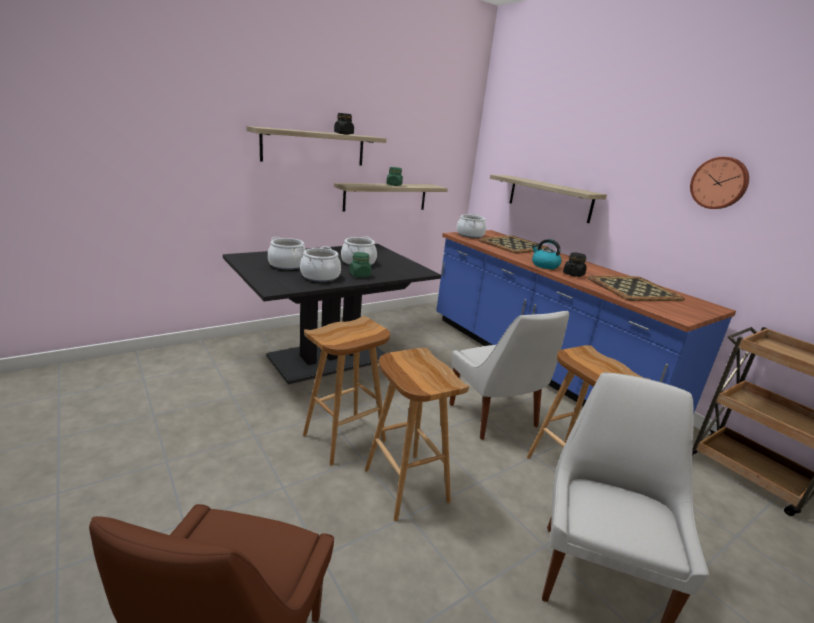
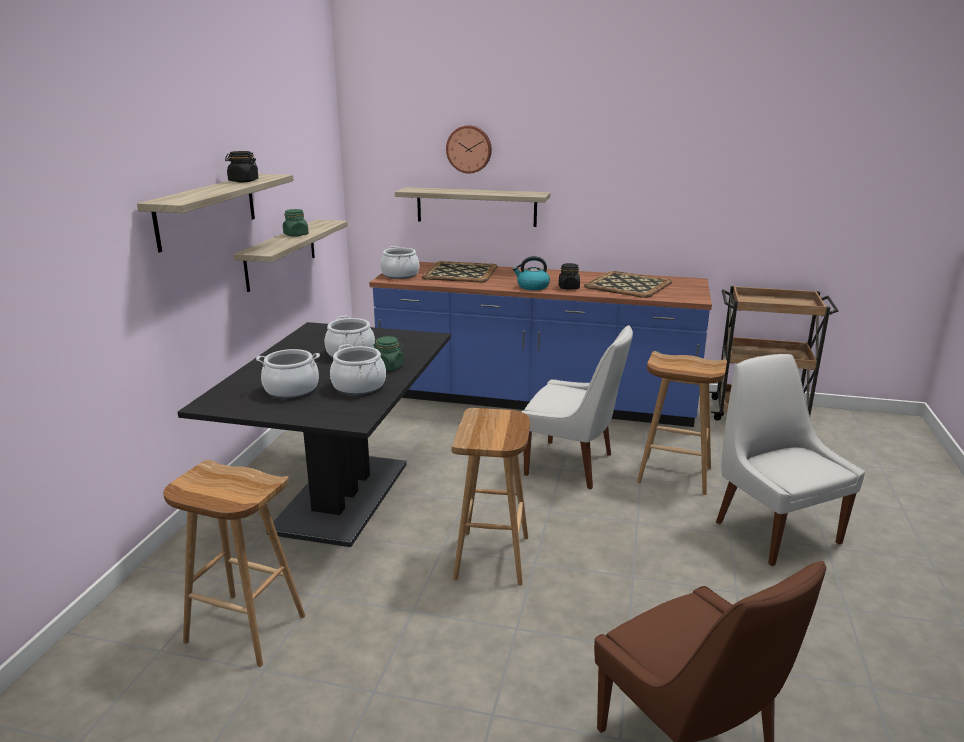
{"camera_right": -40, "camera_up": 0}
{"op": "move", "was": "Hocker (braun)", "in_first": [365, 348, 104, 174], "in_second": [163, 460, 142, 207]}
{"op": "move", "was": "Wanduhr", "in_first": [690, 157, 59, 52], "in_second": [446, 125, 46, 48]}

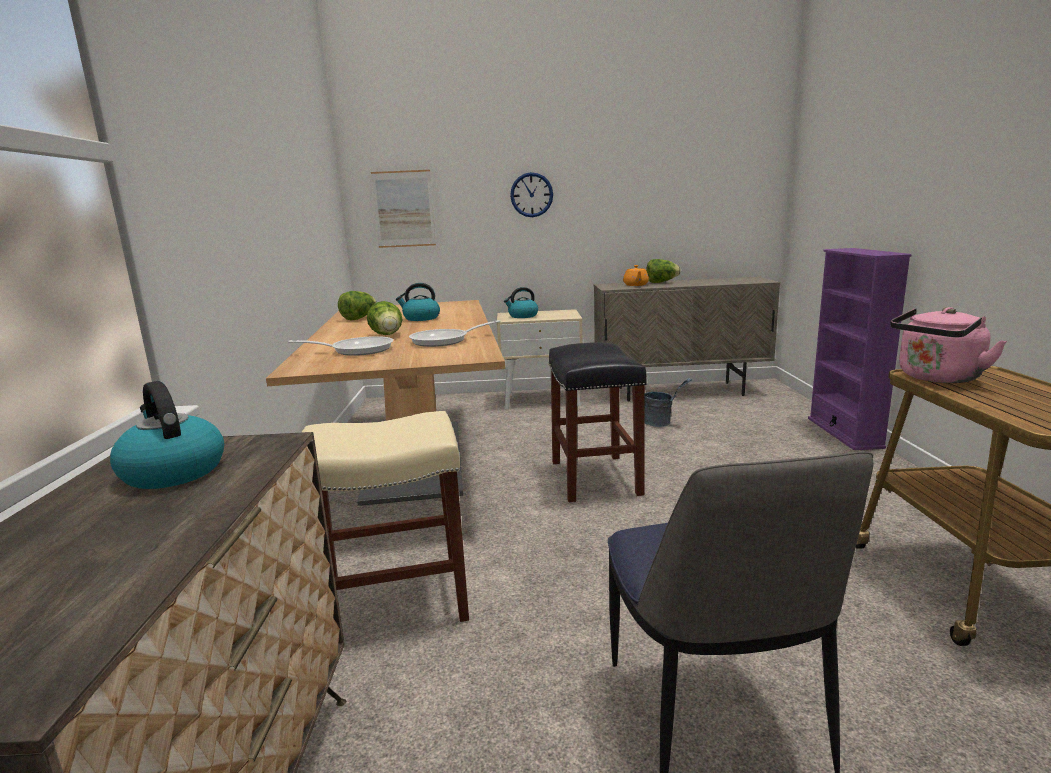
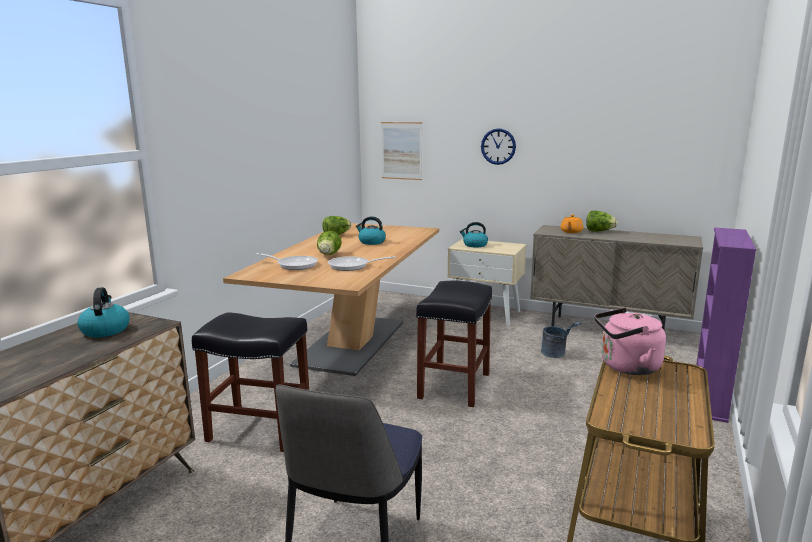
{"camera_right": 25, "camera_up": 0}
{"op": "recolor", "was": "Hocker (beige)", "now": "Hocker (schwarz)", "in_first": [301, 411, 168, 211], "in_second": [192, 312, 117, 140]}

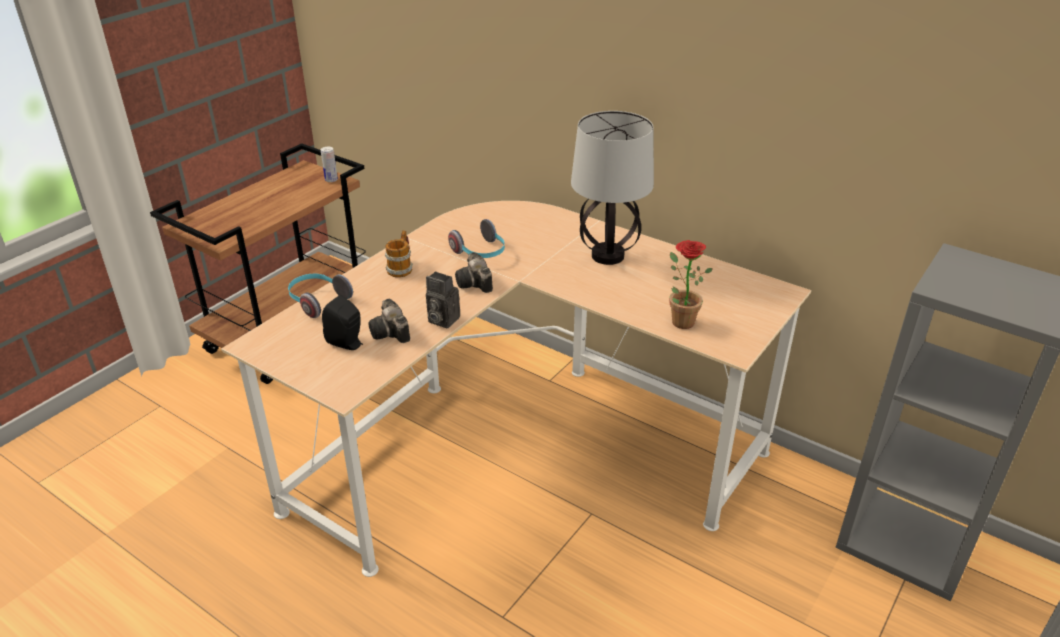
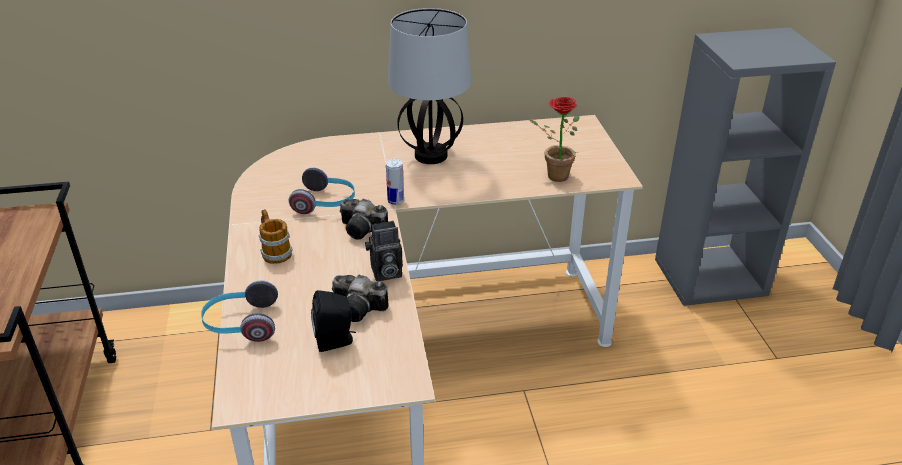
{"camera_right": -45, "camera_up": 0}
{"op": "move", "was": "Dose", "in_first": [321, 147, 17, 35], "in_second": [386, 159, 18, 46]}

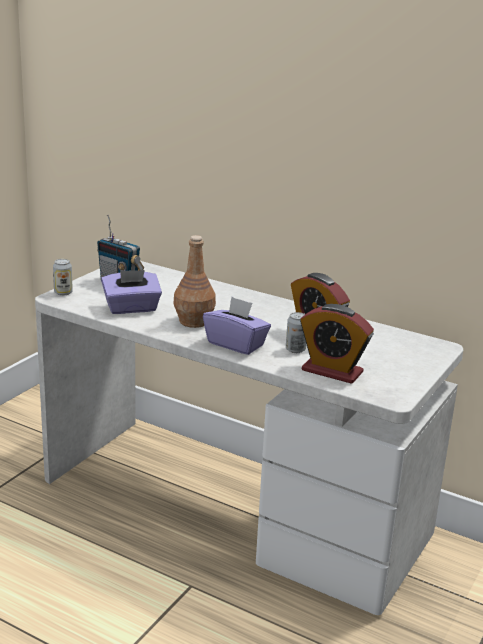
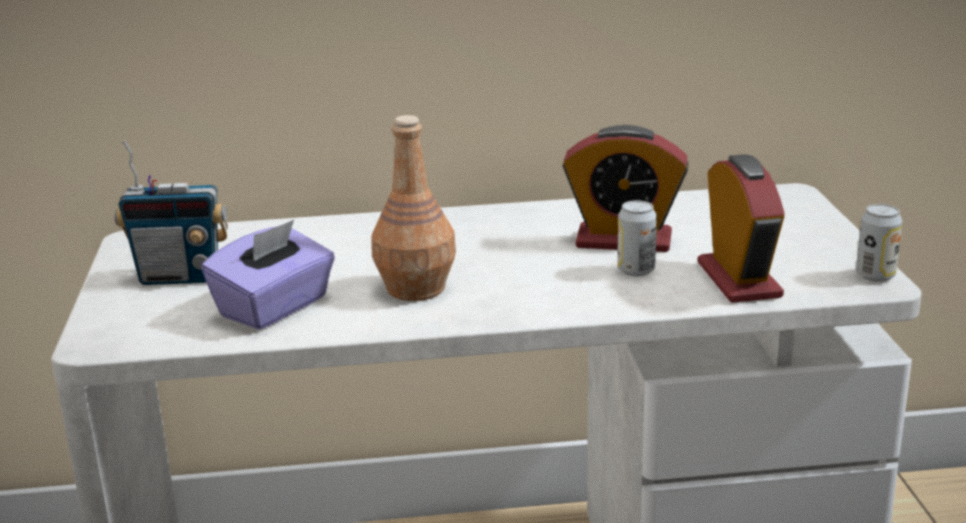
{"camera_right": -35, "camera_up": 0}
{"op": "rotate", "was": "Wecker", "in_first": [300, 304, 74, 80], "in_second": [697, 154, 88, 149], "clockwise": -90}
{"op": "move", "was": "Dose", "in_first": [53, 259, 20, 37], "in_second": [856, 204, 46, 78]}
{"op": "delete", "was": "Taschentuchbox (lila)", "in_first": [203, 297, 68, 58]}

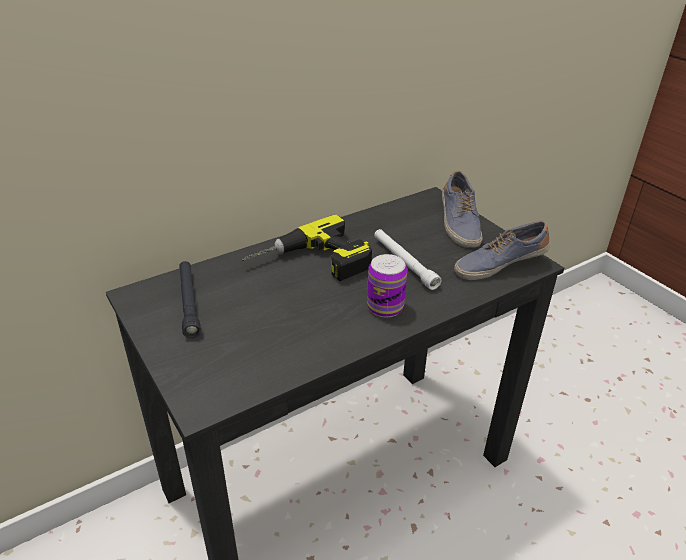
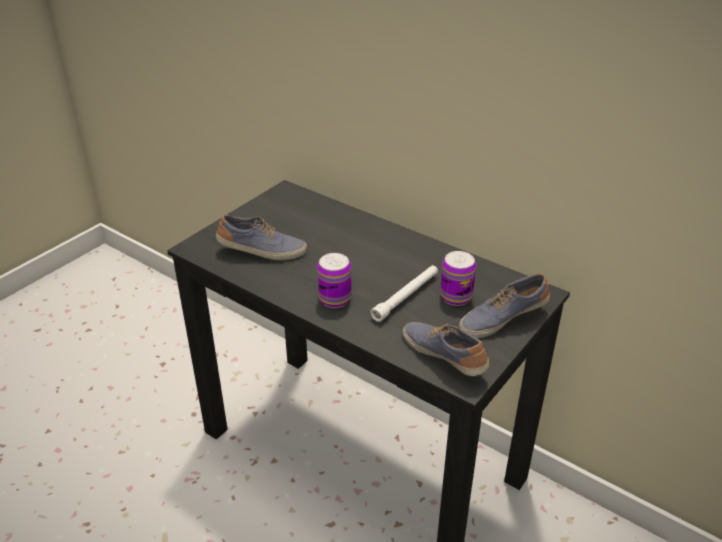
{"camera_right": 70, "camera_up": 0}
{"op": "insert", "now": "Schuh", "in_second": [216, 215, 91, 45]}
{"op": "insert", "now": "Dose", "in_second": [440, 251, 36, 55]}
{"op": "delete", "was": "Taschenlampe (schwarz)", "in_first": [179, 261, 22, 77]}
{"op": "delete", "was": "Bohrmaschine", "in_first": [242, 215, 130, 66]}

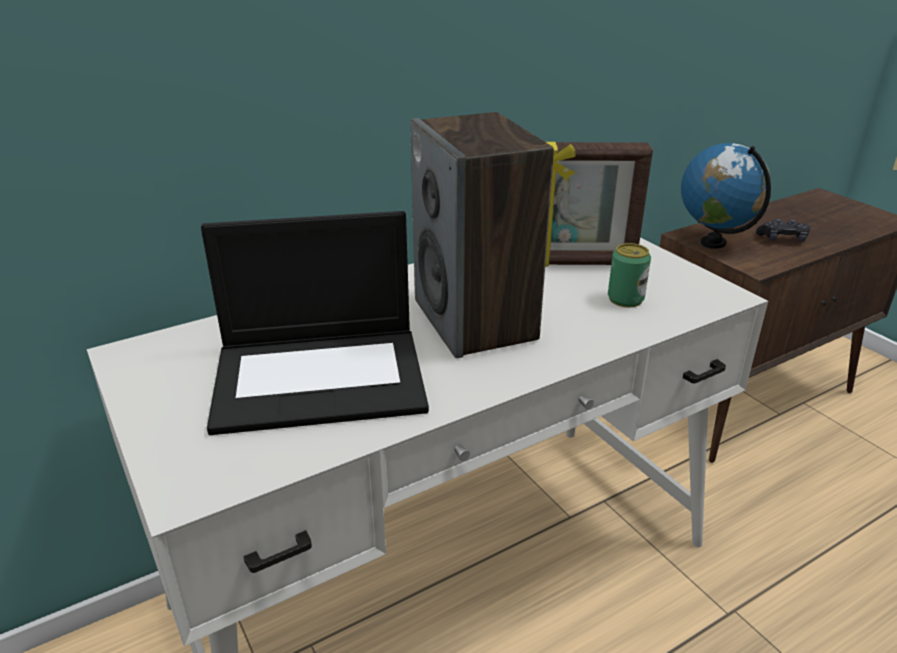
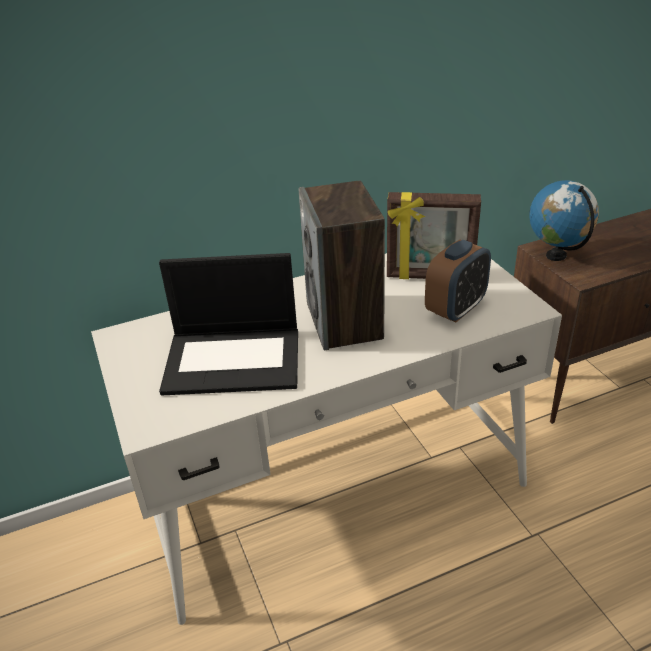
{"camera_right": 10, "camera_up": 5}
{"op": "replace", "was": "Dose", "now": "Wecker", "in_first": [608, 243, 43, 64], "in_second": [425, 240, 66, 82]}
{"op": "delete", "was": "Gamepad (schwarz)", "in_first": [756, 219, 54, 23]}

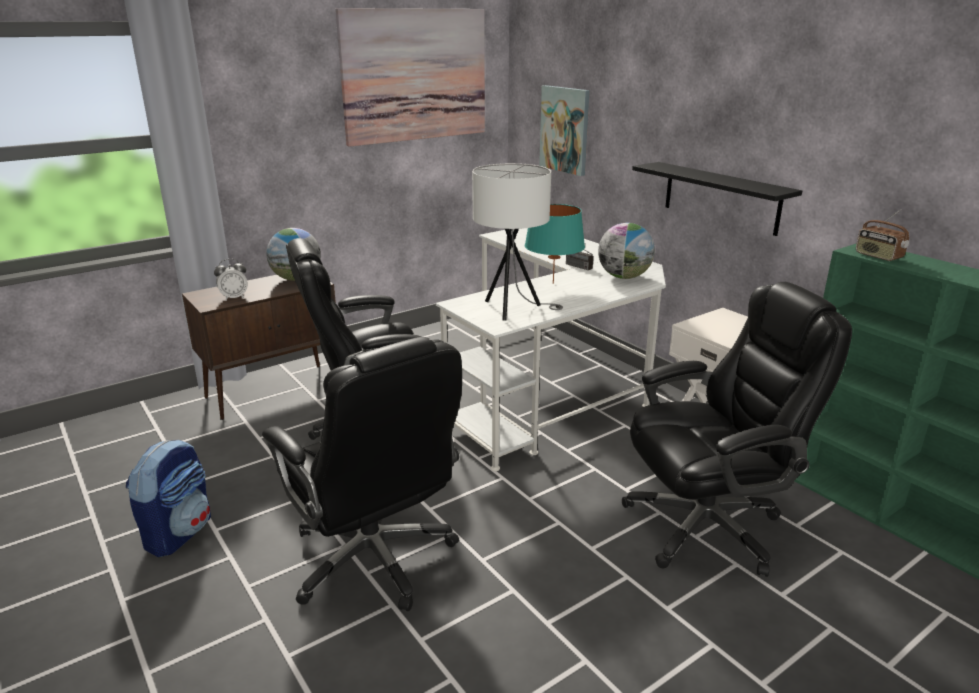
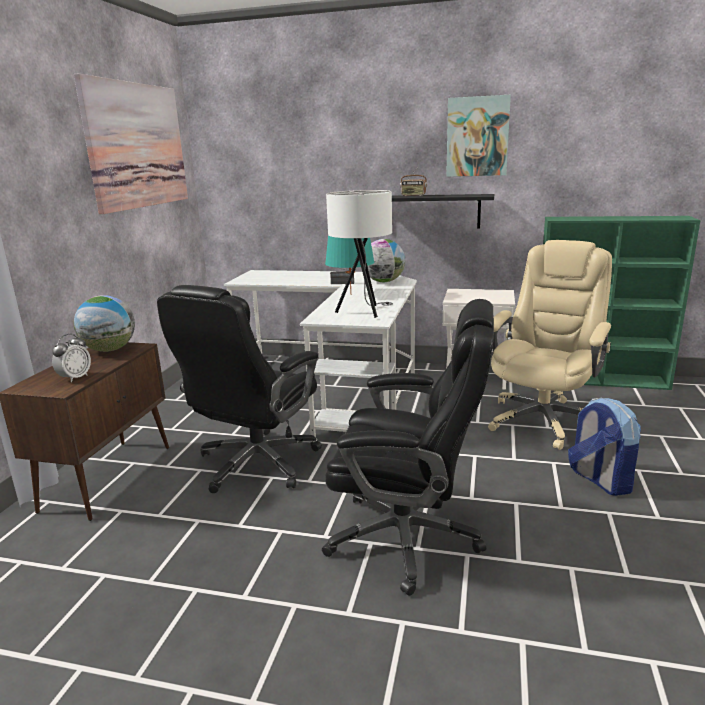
{"camera_right": -40, "camera_up": -5}
{"op": "move", "was": "Radio", "in_first": [856, 209, 53, 52], "in_second": [400, 166, 27, 30]}
{"op": "move", "was": "Bild", "in_first": [539, 85, 51, 91], "in_second": [446, 95, 65, 82]}
{"op": "recolor", "was": "Bürostuhl (schwarz)", "now": "Bürostuhl (beige)", "in_first": [622, 282, 230, 295], "in_second": [488, 240, 124, 210]}
{"op": "move", "was": "Rucksack", "in_first": [126, 439, 85, 118], "in_second": [568, 398, 73, 98]}

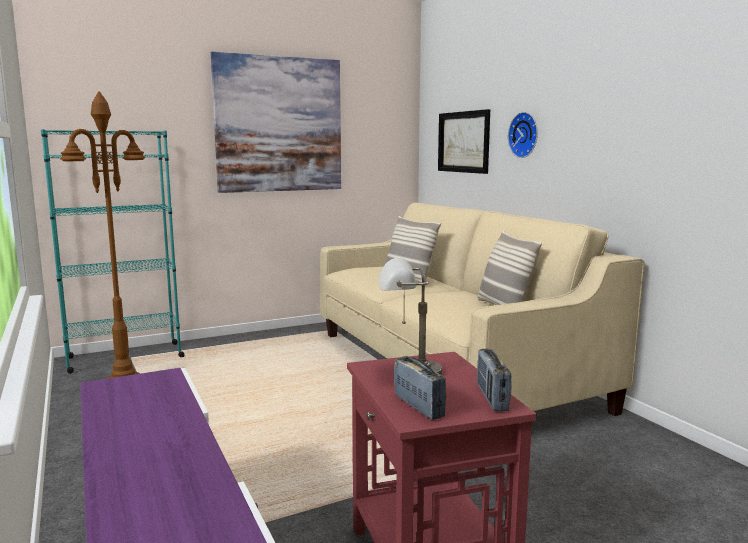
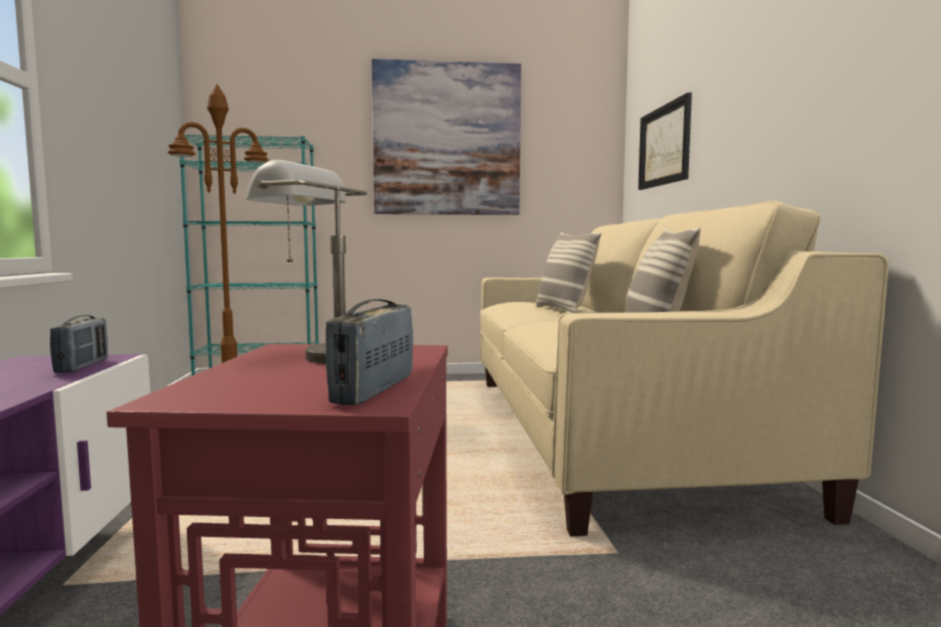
{"camera_right": 20, "camera_up": -5}
{"op": "move", "was": "Radio", "in_first": [394, 356, 52, 64], "in_second": [50, 315, 58, 58]}
{"op": "delete", "was": "Wanduhr", "in_first": [508, 112, 30, 46]}

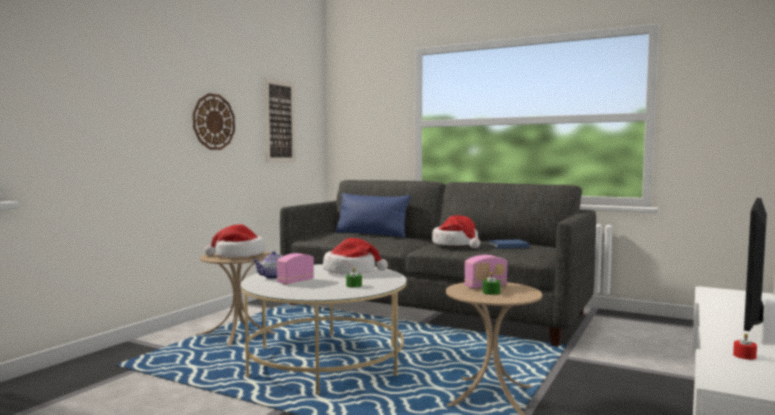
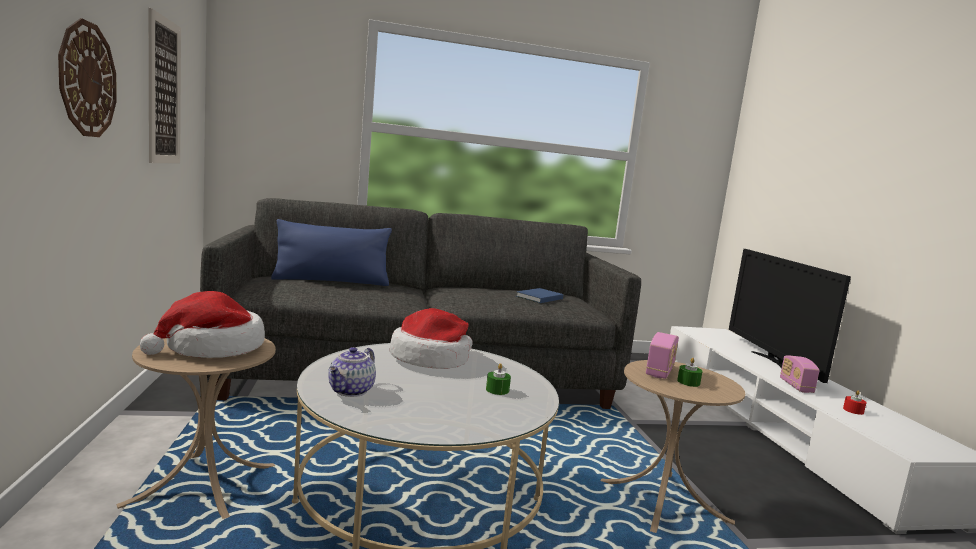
{"camera_right": -40, "camera_up": 5}
{"op": "move", "was": "Radio", "in_first": [277, 253, 37, 32], "in_second": [780, 355, 40, 38]}
{"op": "delete", "was": "Hut", "in_first": [432, 215, 48, 33]}

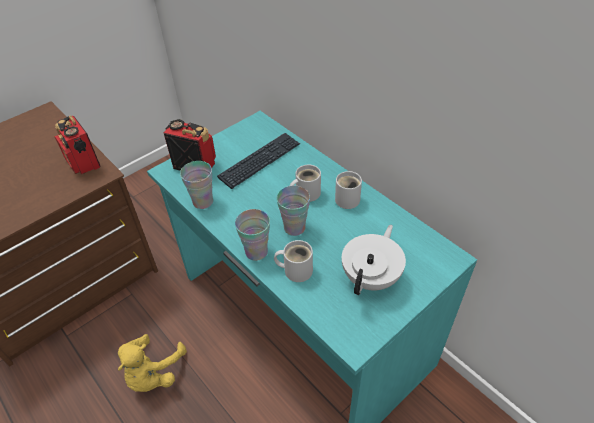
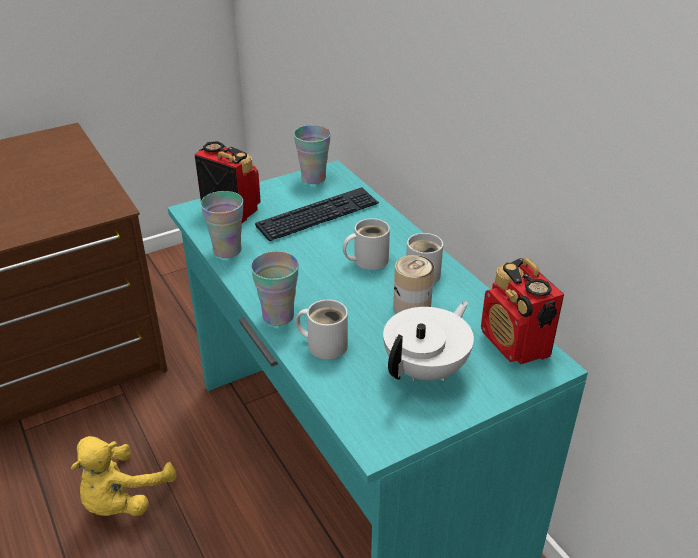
{"camera_right": 10, "camera_up": -10}
{"op": "move", "was": "Tasse", "in_first": [277, 186, 33, 50], "in_second": [294, 125, 37, 59]}
{"op": "insert", "now": "Dose", "in_second": [393, 255, 41, 58]}
{"op": "move", "was": "Radio", "in_first": [55, 116, 45, 58], "in_second": [481, 258, 83, 106]}

